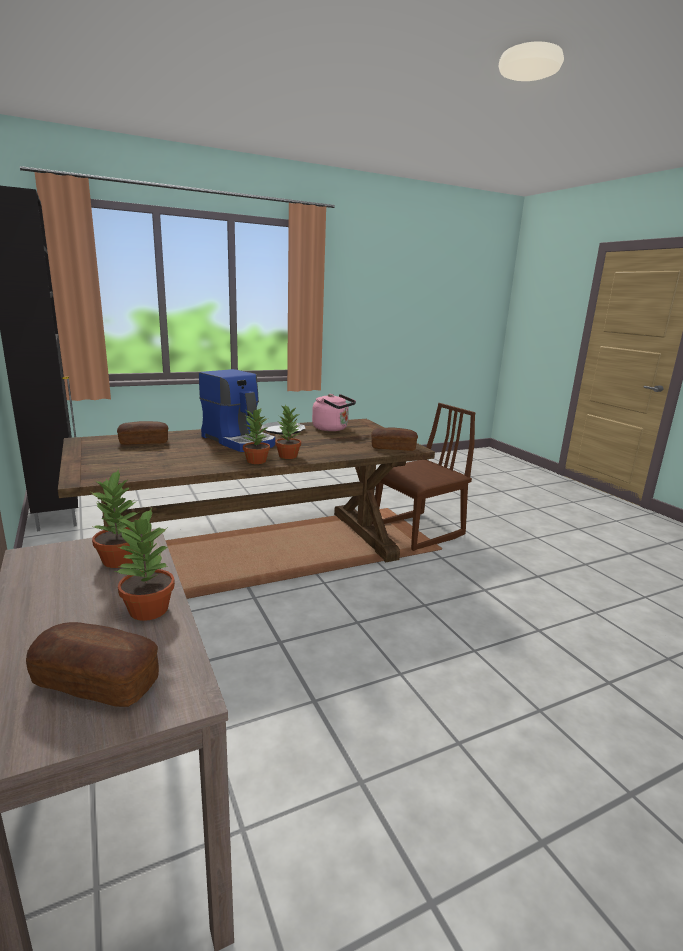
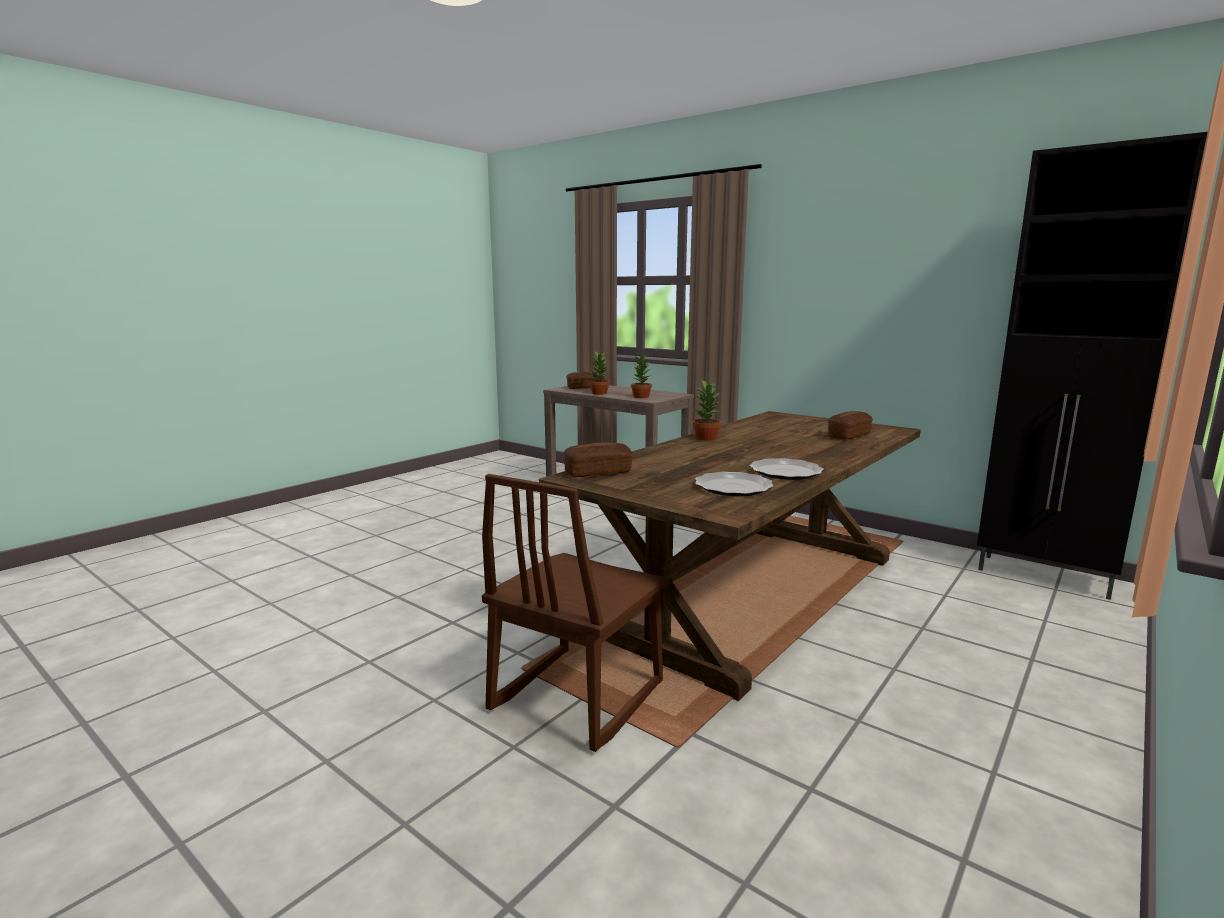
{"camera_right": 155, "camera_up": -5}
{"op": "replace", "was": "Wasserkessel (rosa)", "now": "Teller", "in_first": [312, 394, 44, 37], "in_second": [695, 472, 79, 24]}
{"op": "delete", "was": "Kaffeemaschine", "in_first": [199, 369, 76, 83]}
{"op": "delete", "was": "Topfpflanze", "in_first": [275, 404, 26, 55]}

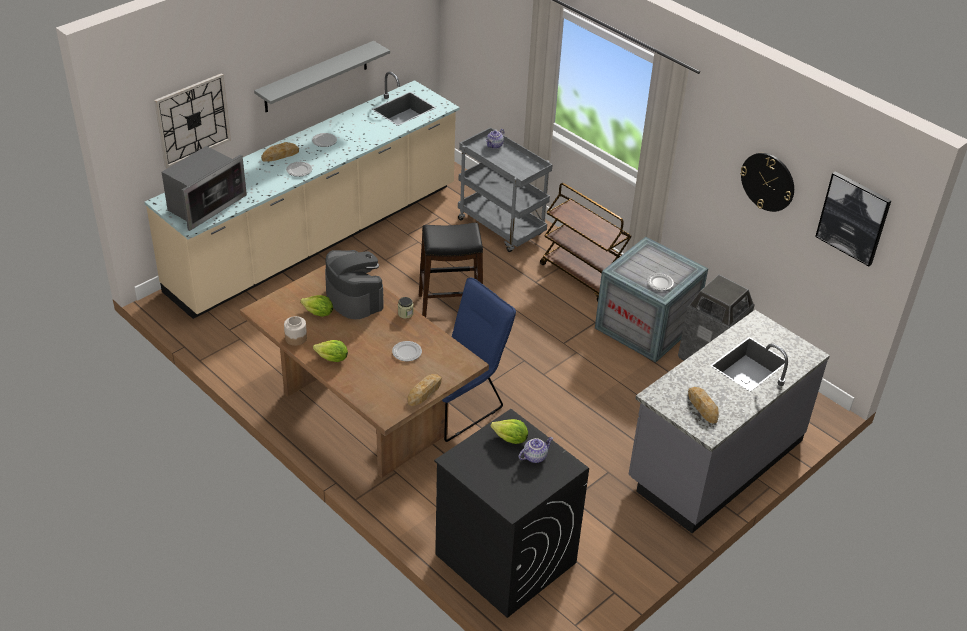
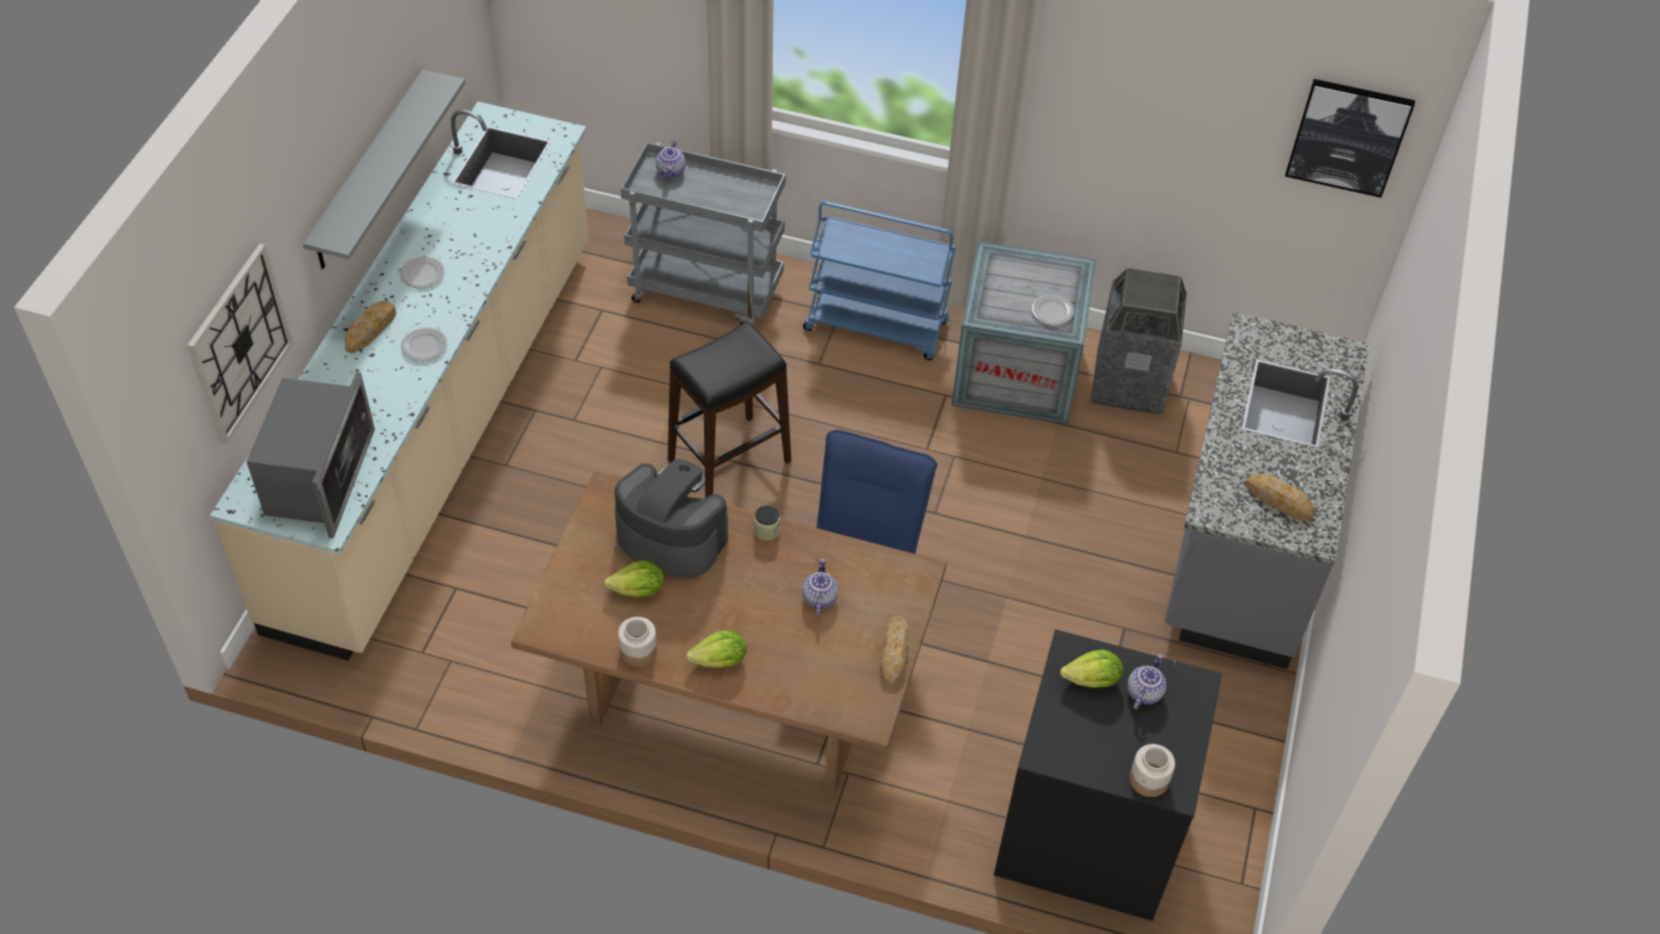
{"camera_right": -30, "camera_up": 10}
{"op": "replace", "was": "Teller", "now": "Teekanne", "in_first": [392, 341, 30, 20], "in_second": [802, 559, 36, 56]}
{"op": "recolor", "was": "Rollwagen (braun)", "now": "Rollwagen (blau)", "in_first": [540, 183, 92, 118], "in_second": [803, 201, 153, 159]}
{"op": "insert", "now": "Vorratsglas", "in_second": [1129, 744, 46, 53]}
{"op": "delete", "was": "Wanduhr", "in_first": [740, 153, 54, 59]}

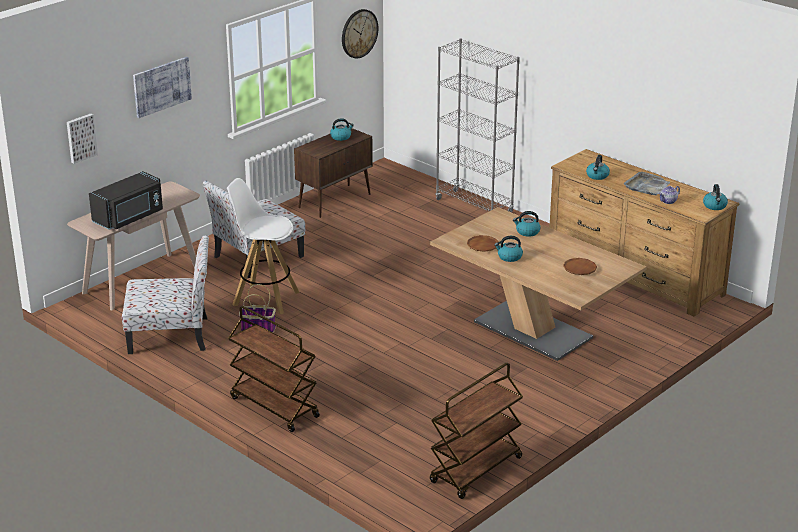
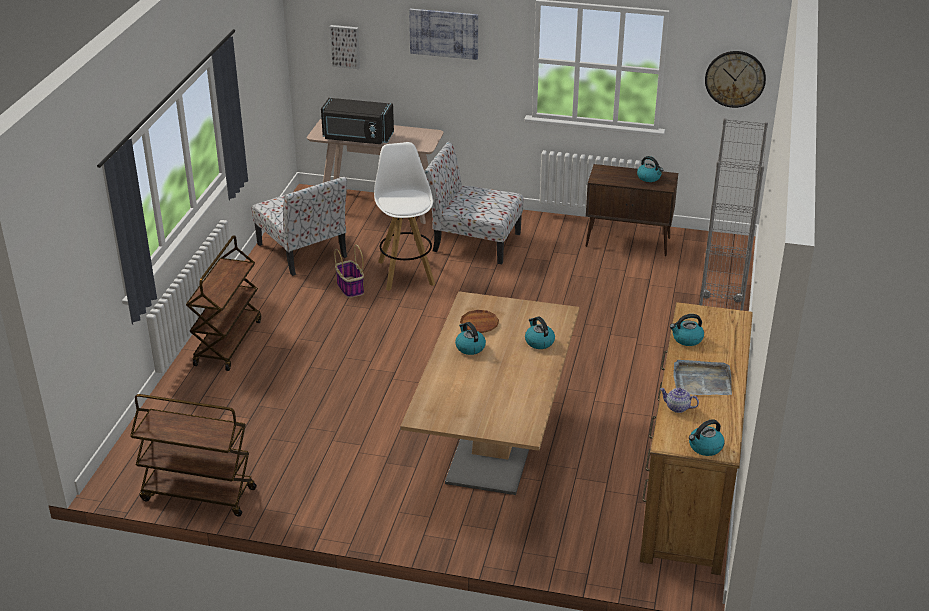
{"camera_right": 60, "camera_up": 5}
{"op": "delete", "was": "Teller (braun)", "in_first": [563, 258, 34, 17]}

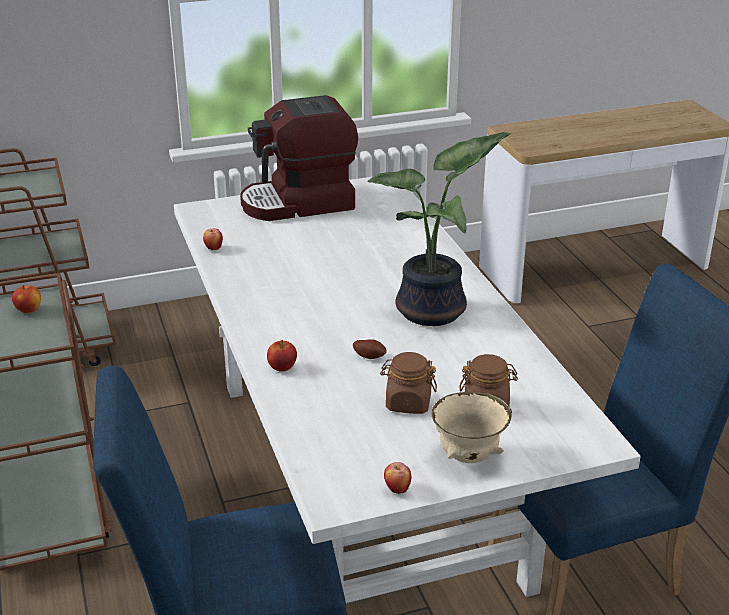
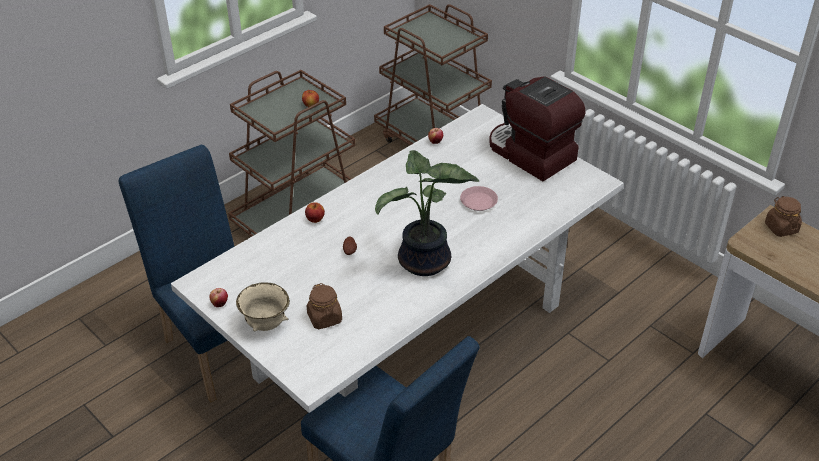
{"camera_right": 65, "camera_up": 10}
{"op": "insert", "now": "Teller (rosa)", "in_second": [460, 186, 38, 25]}
{"op": "move", "was": "Vorratsglas (braun)", "in_first": [380, 352, 57, 62], "in_second": [765, 196, 37, 41]}

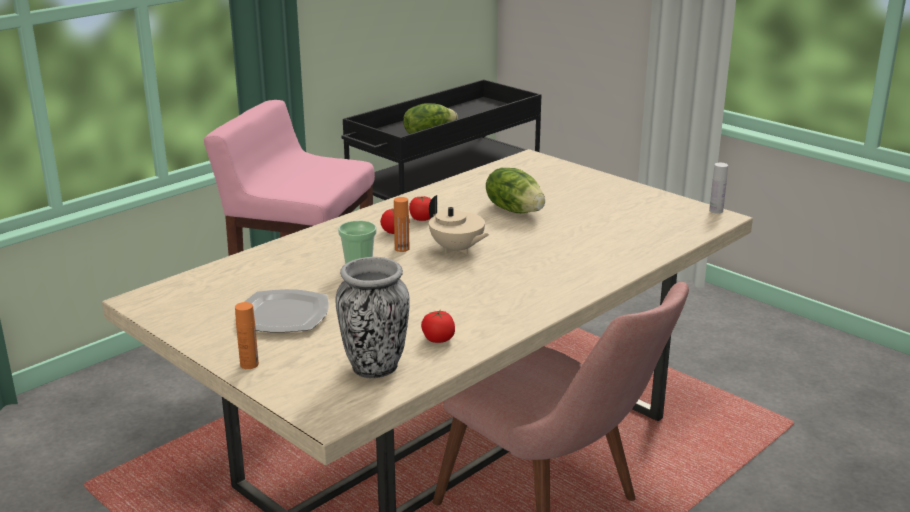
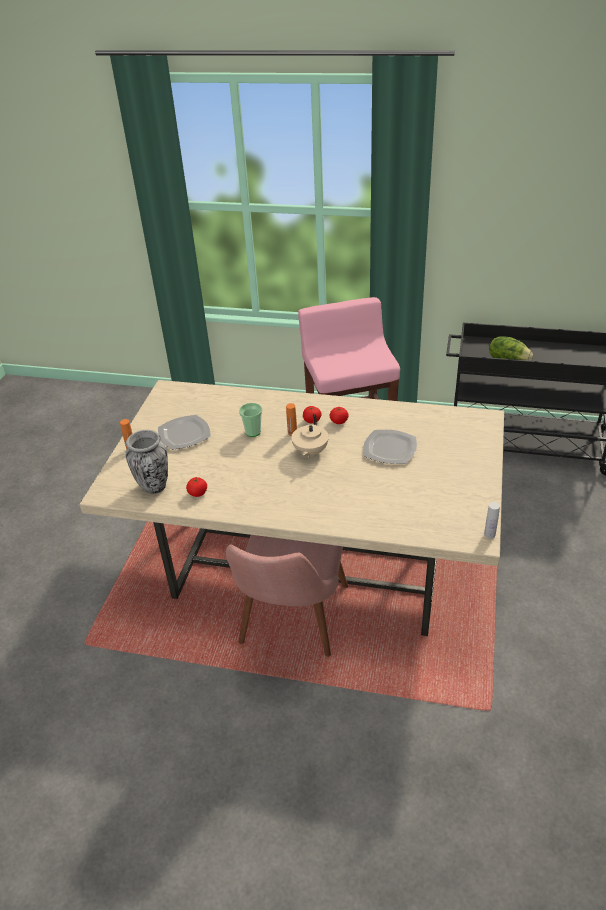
{"camera_right": 60, "camera_up": 15}
{"op": "replace", "was": "Salatkopf", "now": "Teller", "in_first": [486, 168, 59, 45], "in_second": [363, 430, 54, 34]}

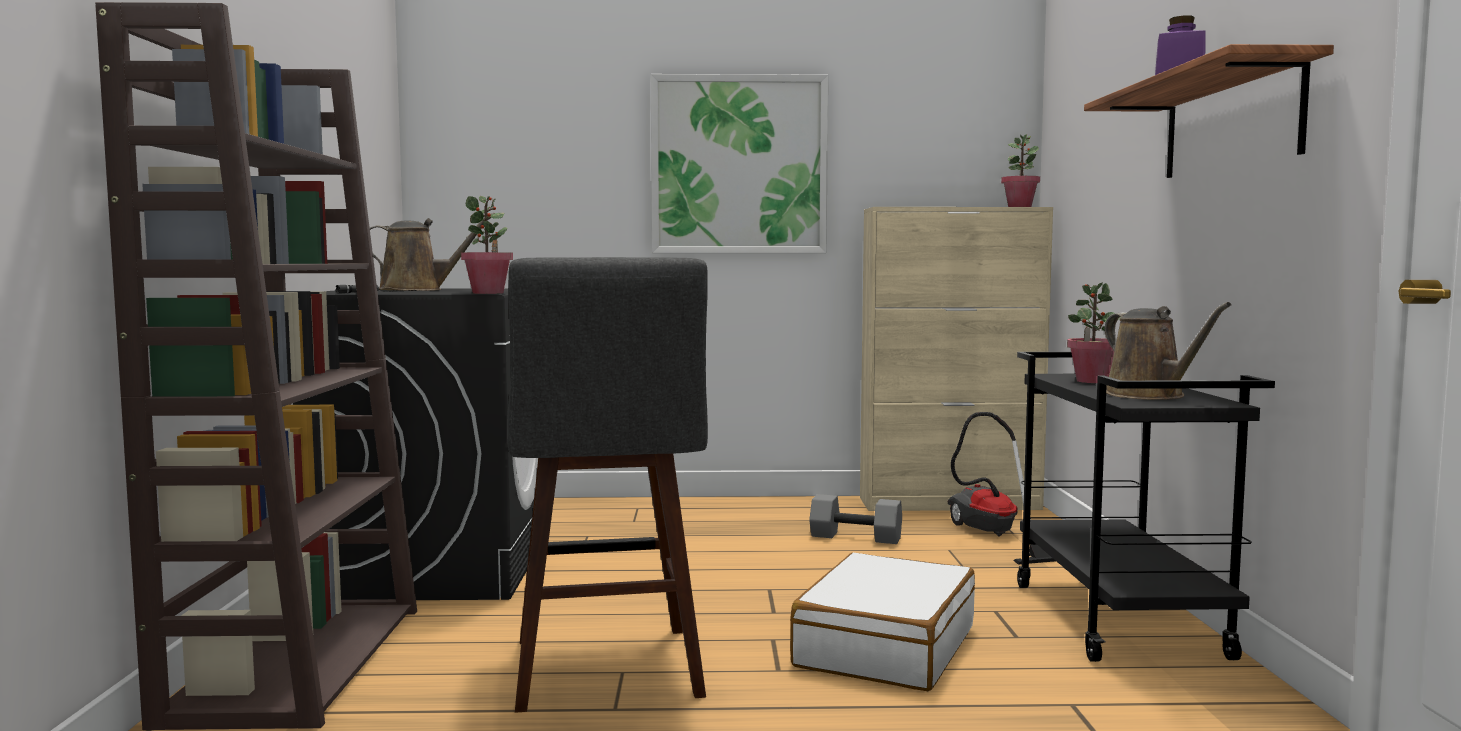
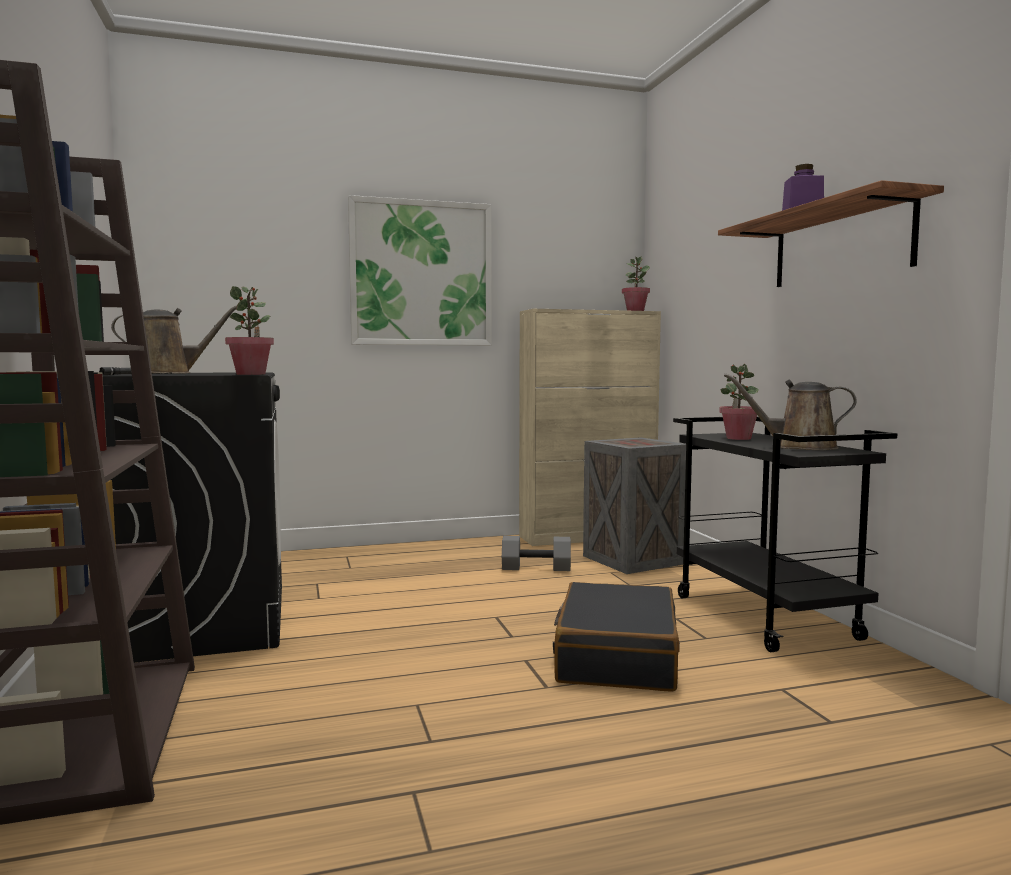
{"camera_right": -15, "camera_up": 0}
{"op": "recolor", "was": "Koffer (weiß)", "now": "Koffer (schwarz)", "in_first": [790, 553, 185, 138], "in_second": [553, 582, 127, 110]}
{"op": "replace", "was": "Staubsauger", "now": "Kiste", "in_first": [948, 412, 108, 153], "in_second": [583, 437, 103, 137]}
{"op": "rotate", "was": "Gießkanne (braun)", "in_first": [1104, 302, 127, 98], "in_second": [724, 373, 133, 77], "clockwise": 135}
{"op": "delete", "was": "Hocker (grau)", "in_first": [507, 257, 201, 456]}

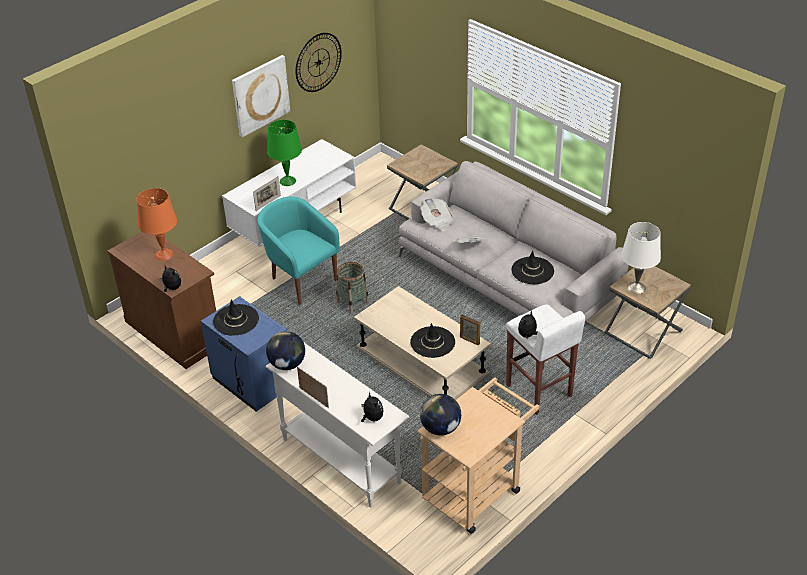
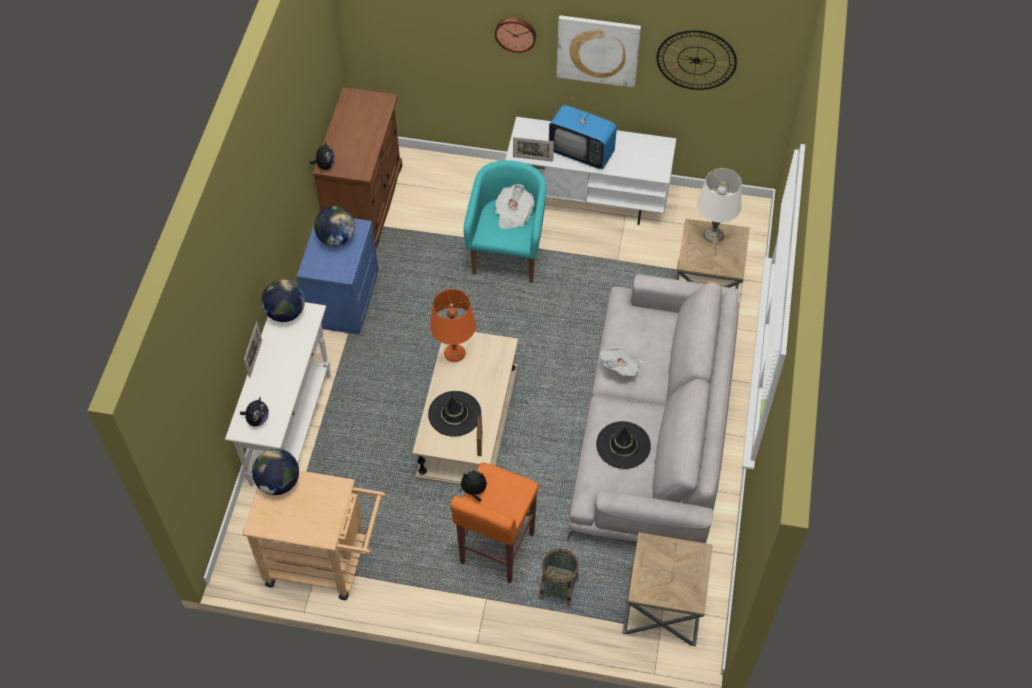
{"camera_right": 55, "camera_up": 15}
{"op": "replace", "was": "Hut (schwarz)", "now": "Globus", "in_first": [213, 300, 46, 36], "in_second": [314, 206, 41, 41]}
{"op": "move", "was": "Tischlampe (orange)", "in_first": [137, 188, 40, 73], "in_second": [430, 289, 46, 73]}
{"op": "recolor", "was": "Hocker (weiß)", "now": "Hocker (orange)", "in_first": [506, 304, 79, 111], "in_second": [450, 463, 89, 120]}
{"op": "insert", "now": "Wanduhr", "in_second": [495, 18, 41, 35]}
{"op": "move", "was": "Zeitung", "in_first": [420, 197, 34, 34], "in_second": [495, 184, 39, 45]}
{"op": "move", "was": "Korb", "in_first": [336, 262, 33, 51], "in_second": [539, 548, 39, 59]}
{"op": "replace", "was": "Tischlampe (grün)", "now": "Fernseher", "in_first": [267, 120, 35, 66], "in_second": [549, 97, 68, 72]}
{"op": "move", "was": "Tischlampe (weiß)", "in_first": [621, 222, 40, 72], "in_second": [697, 168, 45, 75]}

